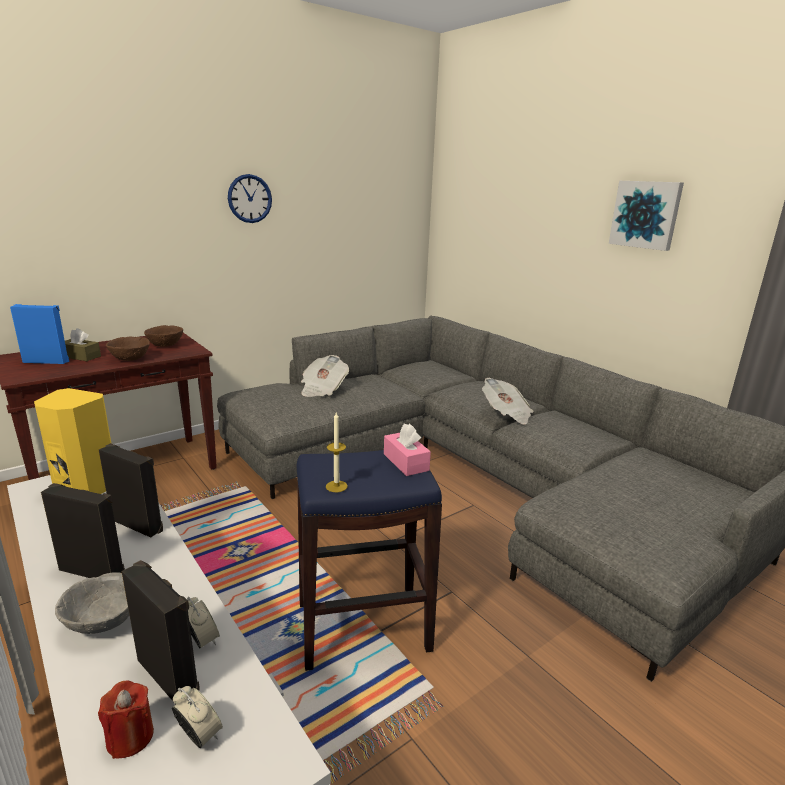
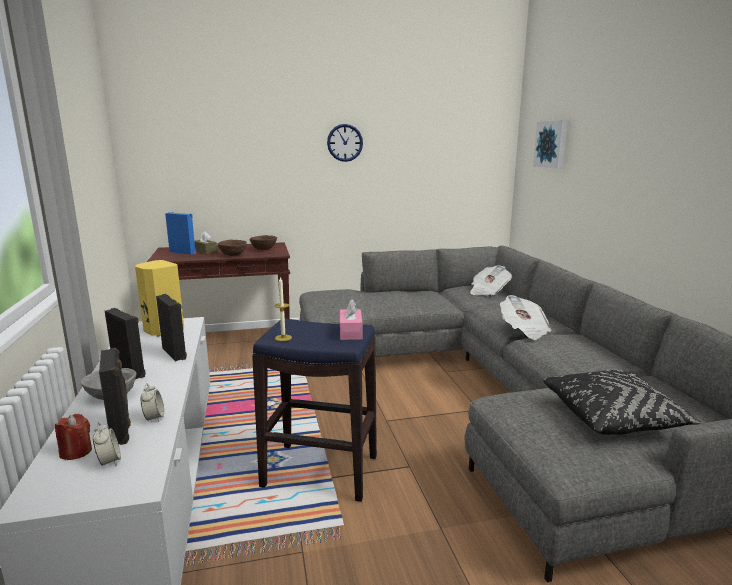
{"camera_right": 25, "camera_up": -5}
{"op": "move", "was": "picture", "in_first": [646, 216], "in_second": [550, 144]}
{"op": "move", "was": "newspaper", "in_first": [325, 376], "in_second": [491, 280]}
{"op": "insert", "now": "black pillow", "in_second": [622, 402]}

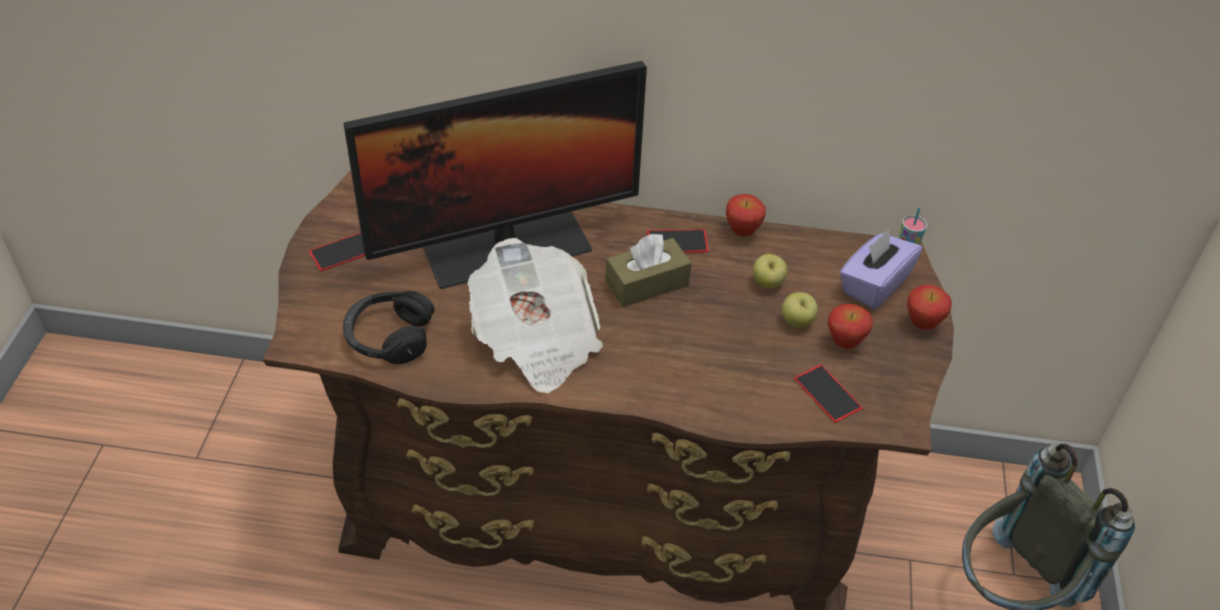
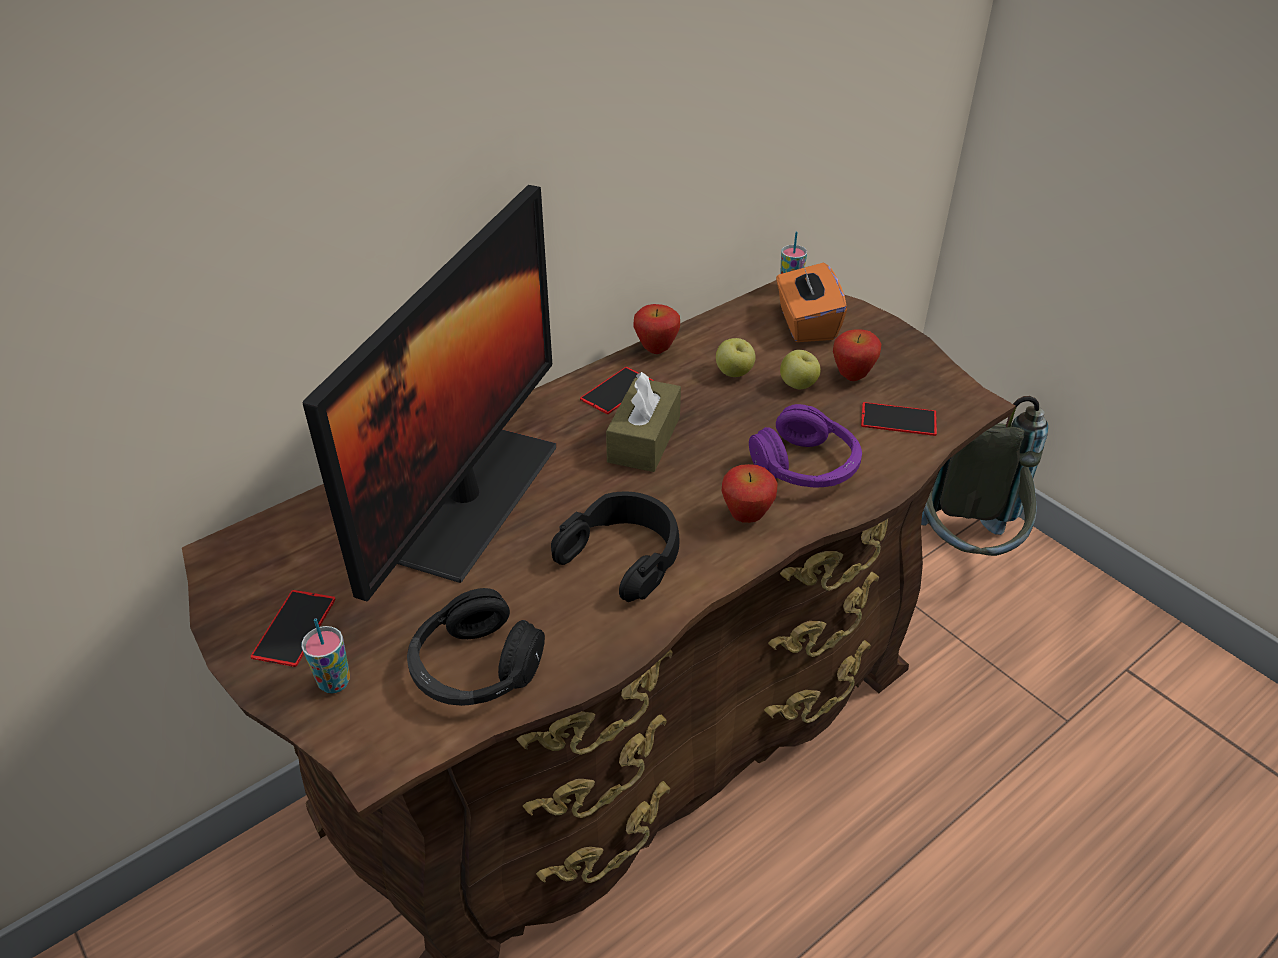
{"camera_right": -45, "camera_up": -5}
{"op": "recolor", "was": "purple tissue box", "now": "orange tissue box", "in_first": [881, 269], "in_second": [811, 301]}
{"op": "replace", "was": "newspaper", "now": "black headphones", "in_first": [535, 315], "in_second": [615, 546]}
{"op": "move", "was": "apple", "in_first": [929, 307], "in_second": [750, 493]}
{"op": "insert", "now": "purple headphones", "in_second": [805, 445]}
{"op": "insert", "now": "cup", "in_second": [325, 655]}

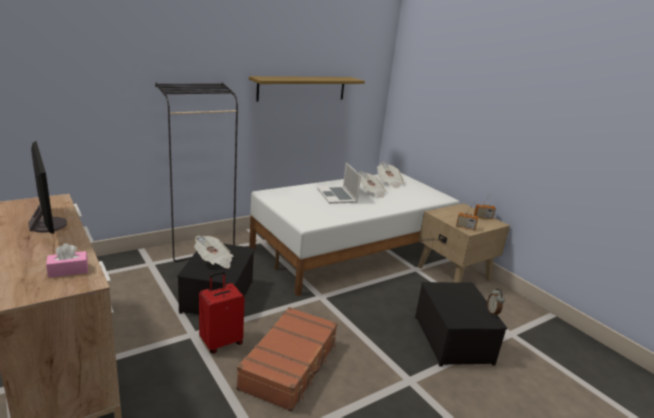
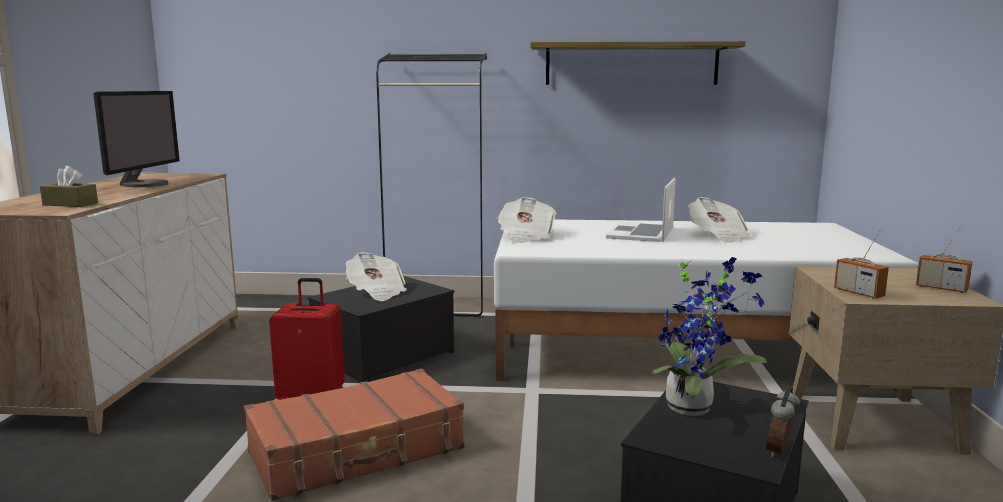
{"camera_right": 40, "camera_up": -10}
{"op": "move", "was": "newspaper", "in_first": [390, 175], "in_second": [527, 220]}
{"op": "recolor", "was": "pink tissue box", "now": "brown tissue box", "in_first": [67, 260], "in_second": [69, 186]}
{"op": "insert", "now": "potted plant", "in_second": [709, 336]}

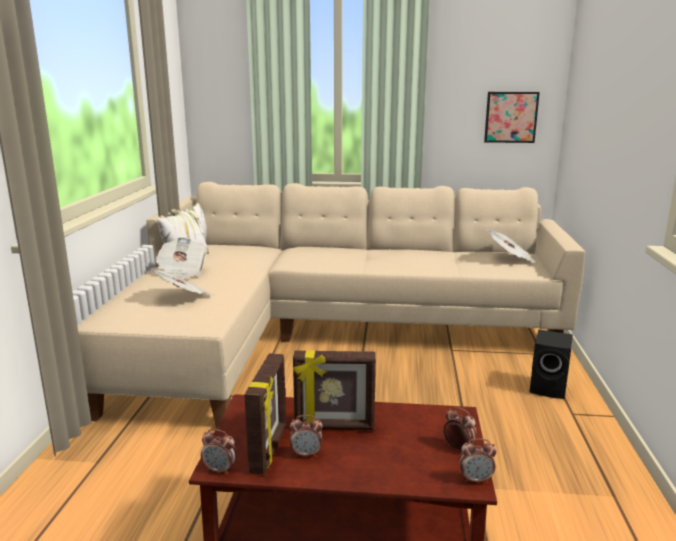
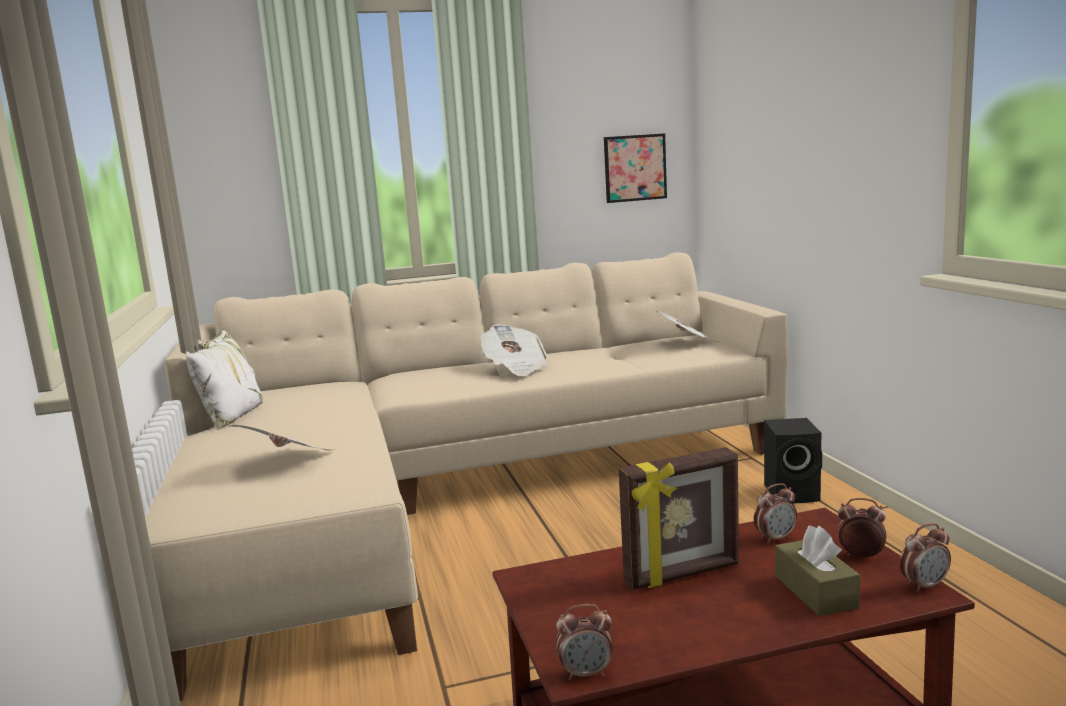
{"camera_right": -20, "camera_up": -5}
{"op": "move", "was": "newspaper", "in_first": [181, 258], "in_second": [514, 350]}
{"op": "delete", "was": "picture frame", "in_first": [265, 414]}
{"op": "move", "was": "alarm clock", "in_first": [306, 436], "in_second": [775, 513]}
{"op": "insert", "now": "brown tissue box", "in_second": [817, 571]}

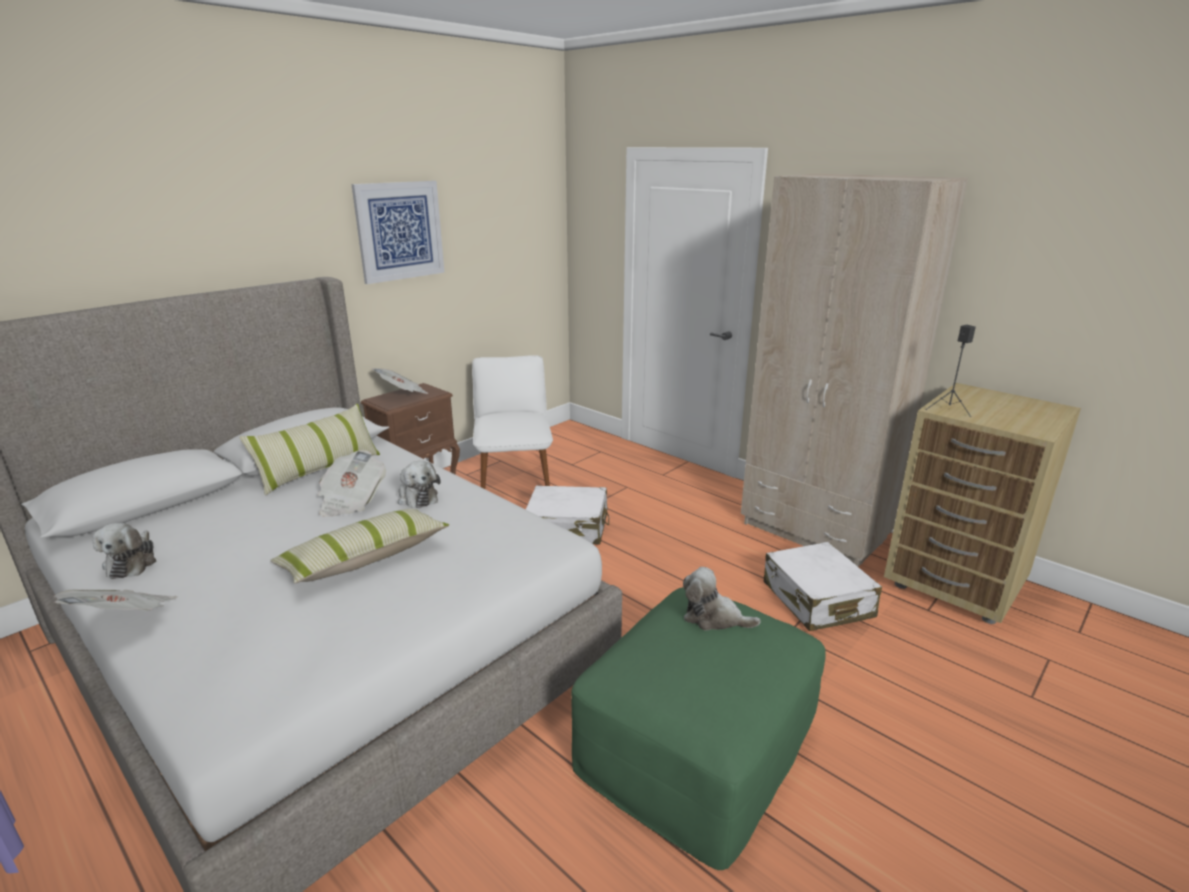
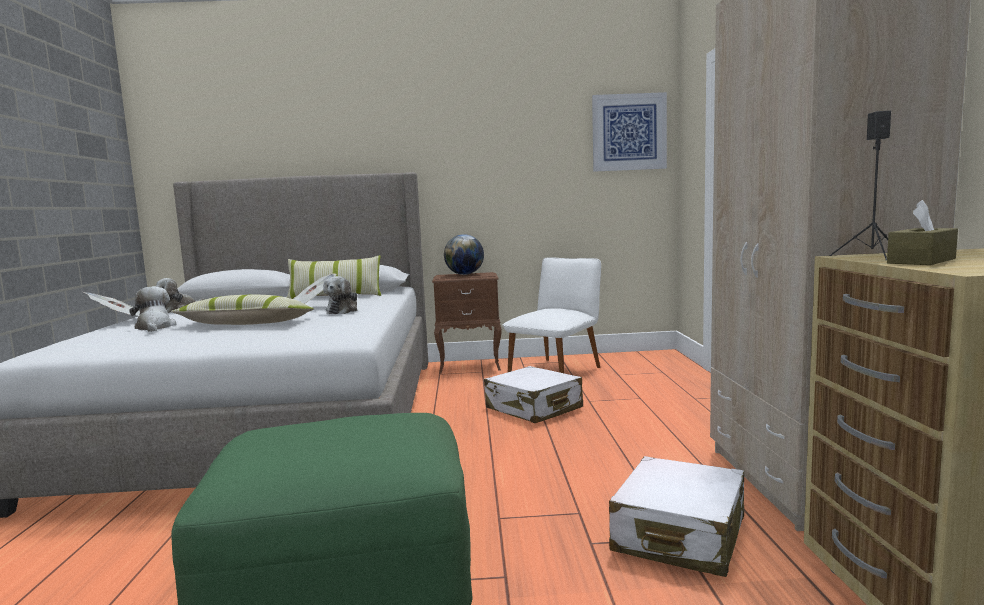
{"camera_right": 45, "camera_up": -15}
{"op": "move", "was": "picture", "in_first": [398, 232], "in_second": [629, 132]}
{"op": "replace", "was": "newspaper", "now": "globe", "in_first": [400, 381], "in_second": [464, 254]}
{"op": "move", "was": "plush toy", "in_first": [722, 599], "in_second": [153, 309]}
{"op": "insert", "now": "brown tissue box", "in_second": [922, 232]}

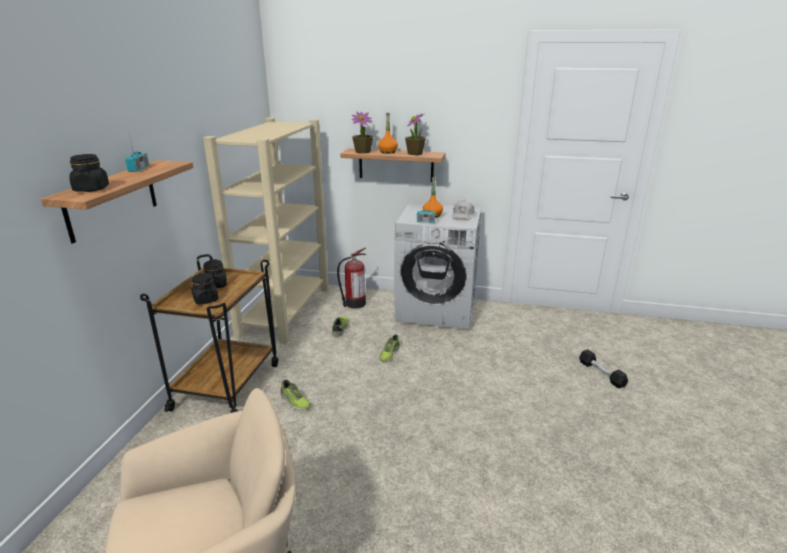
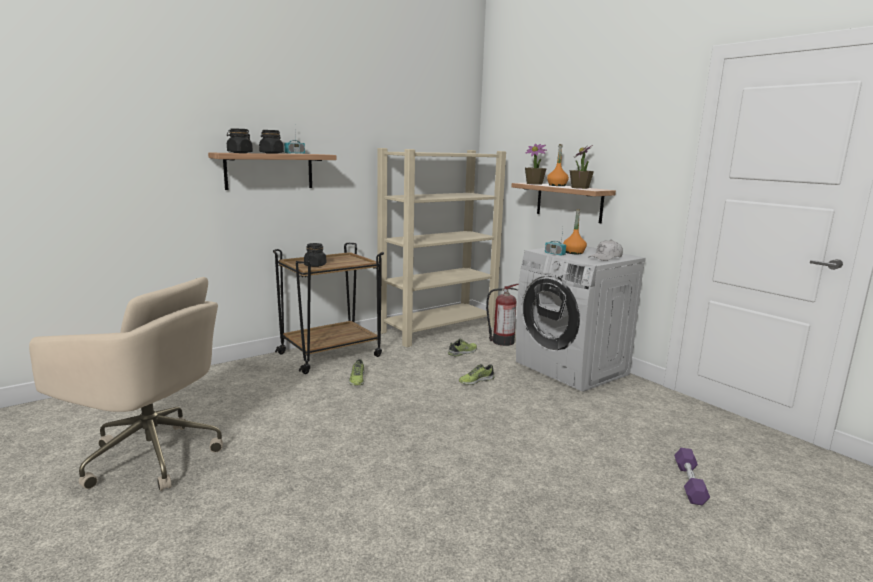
{"camera_right": 40, "camera_up": -10}
{"op": "move", "was": "black jar", "in_first": [215, 273], "in_second": [271, 142]}
{"op": "recolor", "was": "black dumbbell", "now": "purple dumbbell", "in_first": [603, 368], "in_second": [692, 477]}

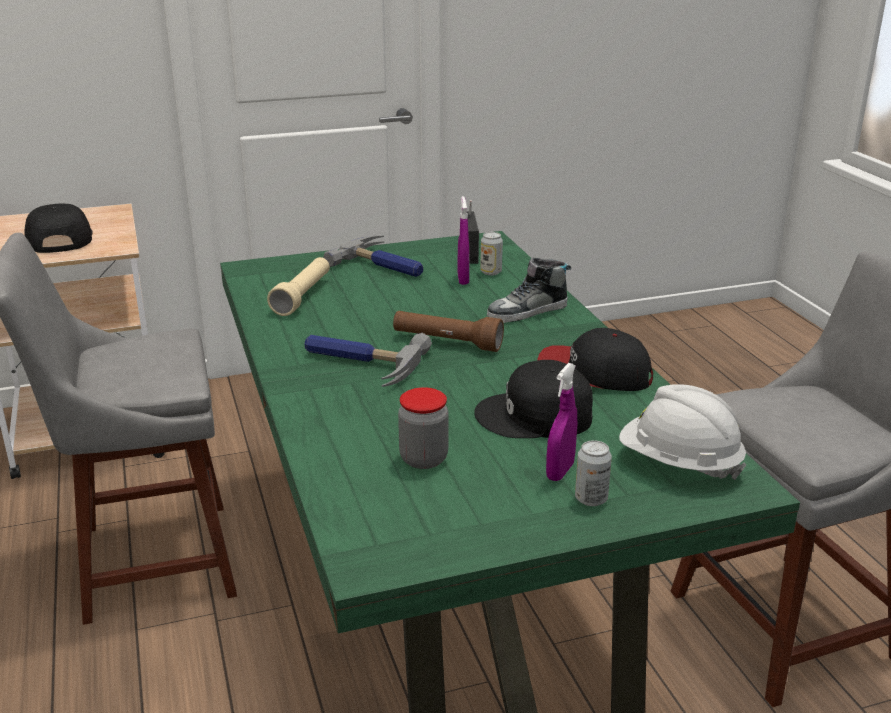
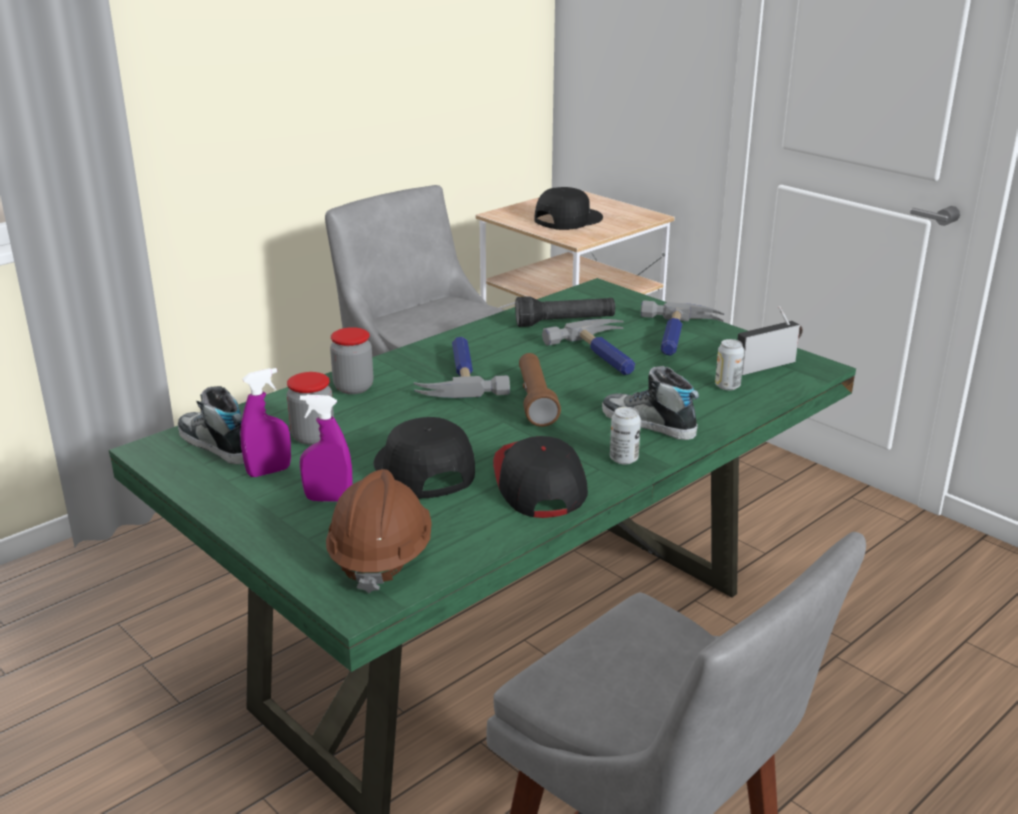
{"camera_right": 65, "camera_up": 0}
{"op": "move", "was": "purple spray bottle", "in_first": [463, 240], "in_second": [265, 422]}
{"op": "recolor", "was": "beige flashlight", "now": "black flashlight", "in_first": [298, 286], "in_second": [565, 311]}
{"op": "recolor", "was": "white hard hat", "now": "brown hard hat", "in_first": [683, 432], "in_second": [379, 531]}
{"op": "move", "was": "can", "in_first": [593, 473], "in_second": [625, 436]}
{"op": "insert", "now": "hammer", "in_second": [588, 347]}
{"op": "insert", "now": "jar", "in_second": [351, 360]}
{"op": "insert", "now": "shoe", "in_second": [211, 425]}

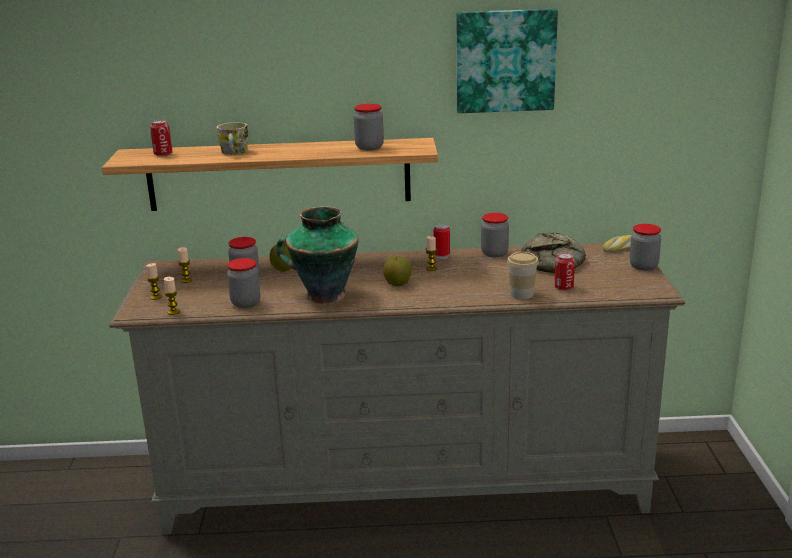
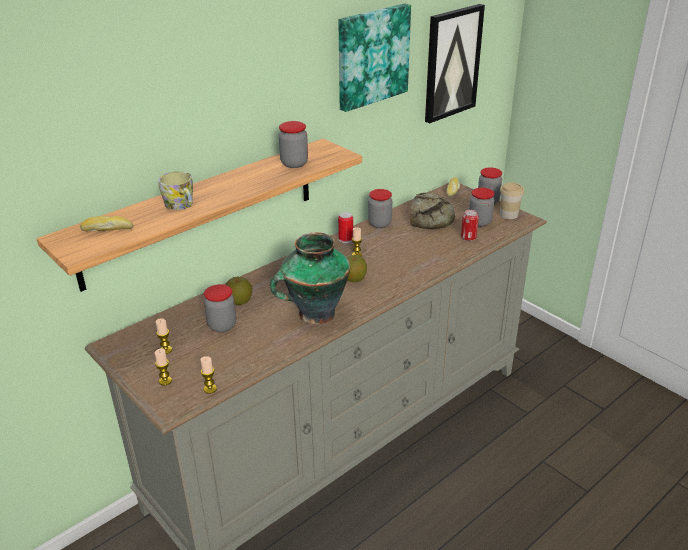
{"camera_right": -40, "camera_up": 10}
{"op": "replace", "was": "can", "now": "bread", "in_first": [161, 138], "in_second": [106, 223]}
{"op": "move", "was": "cup", "in_first": [523, 275], "in_second": [512, 200]}
{"op": "move", "was": "jar", "in_first": [243, 283], "in_second": [482, 207]}
{"op": "insert", "now": "picture", "in_second": [455, 63]}

